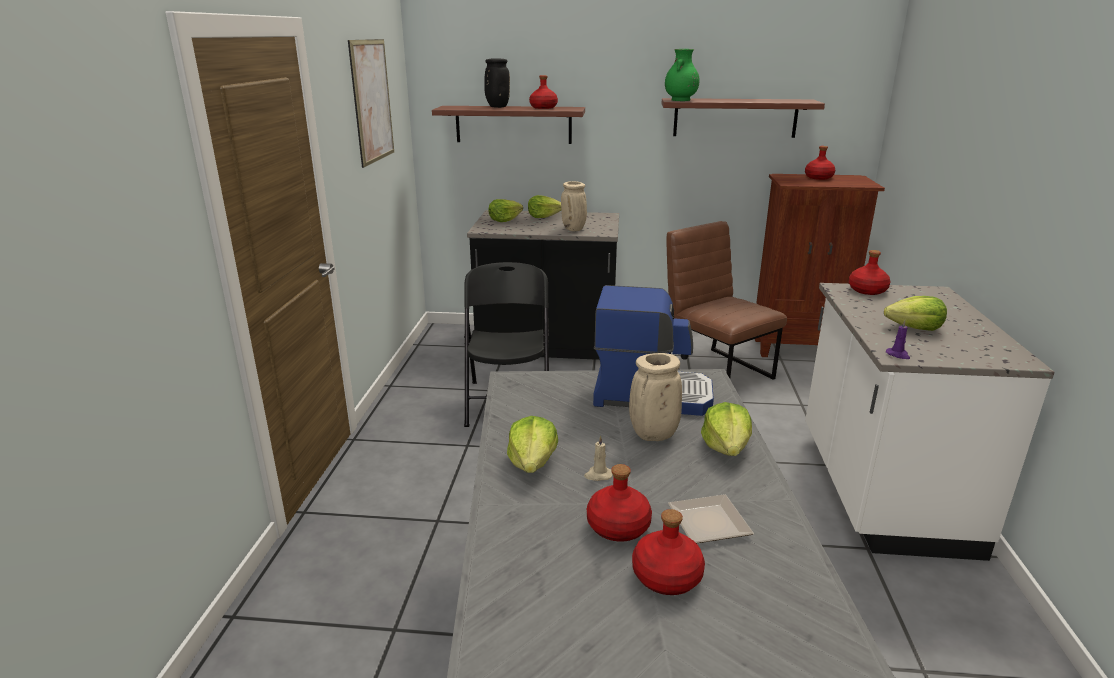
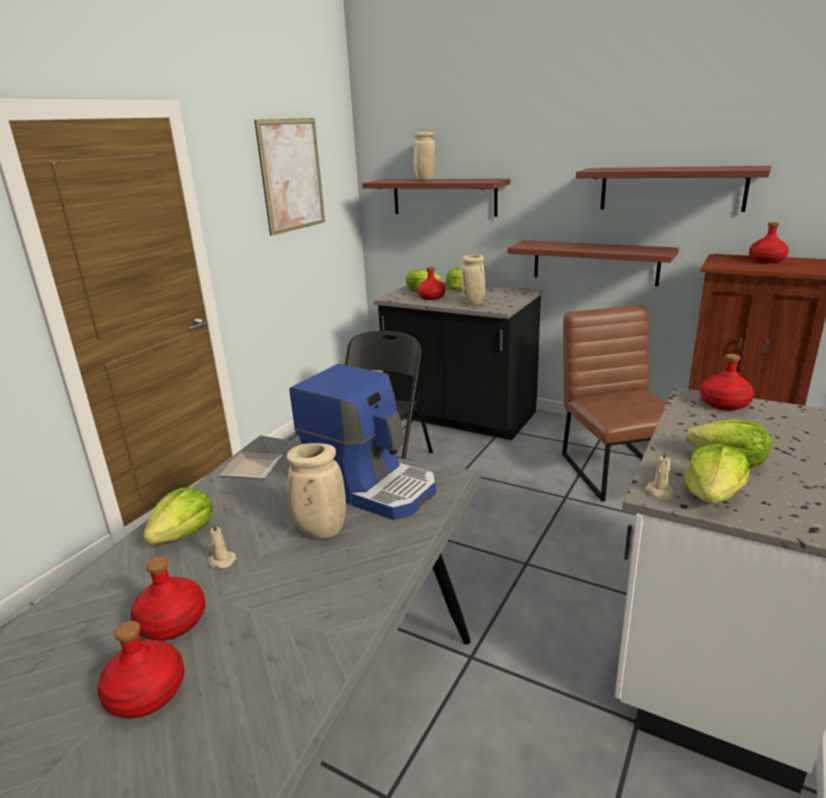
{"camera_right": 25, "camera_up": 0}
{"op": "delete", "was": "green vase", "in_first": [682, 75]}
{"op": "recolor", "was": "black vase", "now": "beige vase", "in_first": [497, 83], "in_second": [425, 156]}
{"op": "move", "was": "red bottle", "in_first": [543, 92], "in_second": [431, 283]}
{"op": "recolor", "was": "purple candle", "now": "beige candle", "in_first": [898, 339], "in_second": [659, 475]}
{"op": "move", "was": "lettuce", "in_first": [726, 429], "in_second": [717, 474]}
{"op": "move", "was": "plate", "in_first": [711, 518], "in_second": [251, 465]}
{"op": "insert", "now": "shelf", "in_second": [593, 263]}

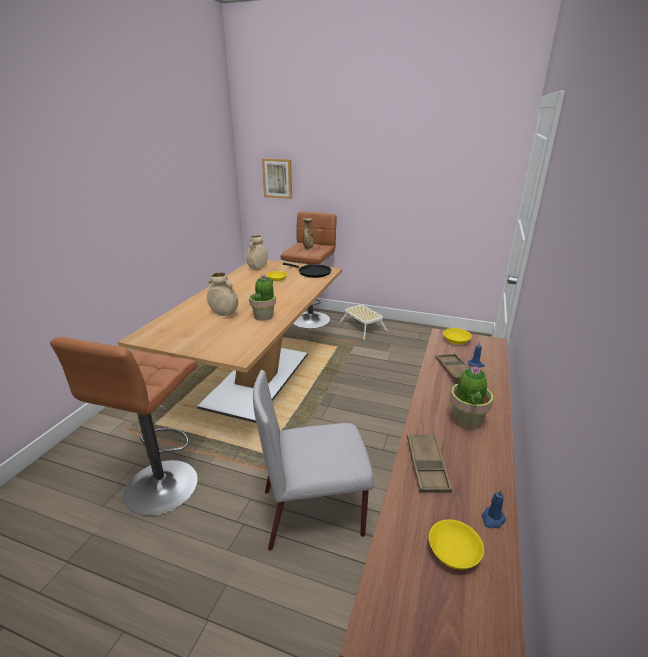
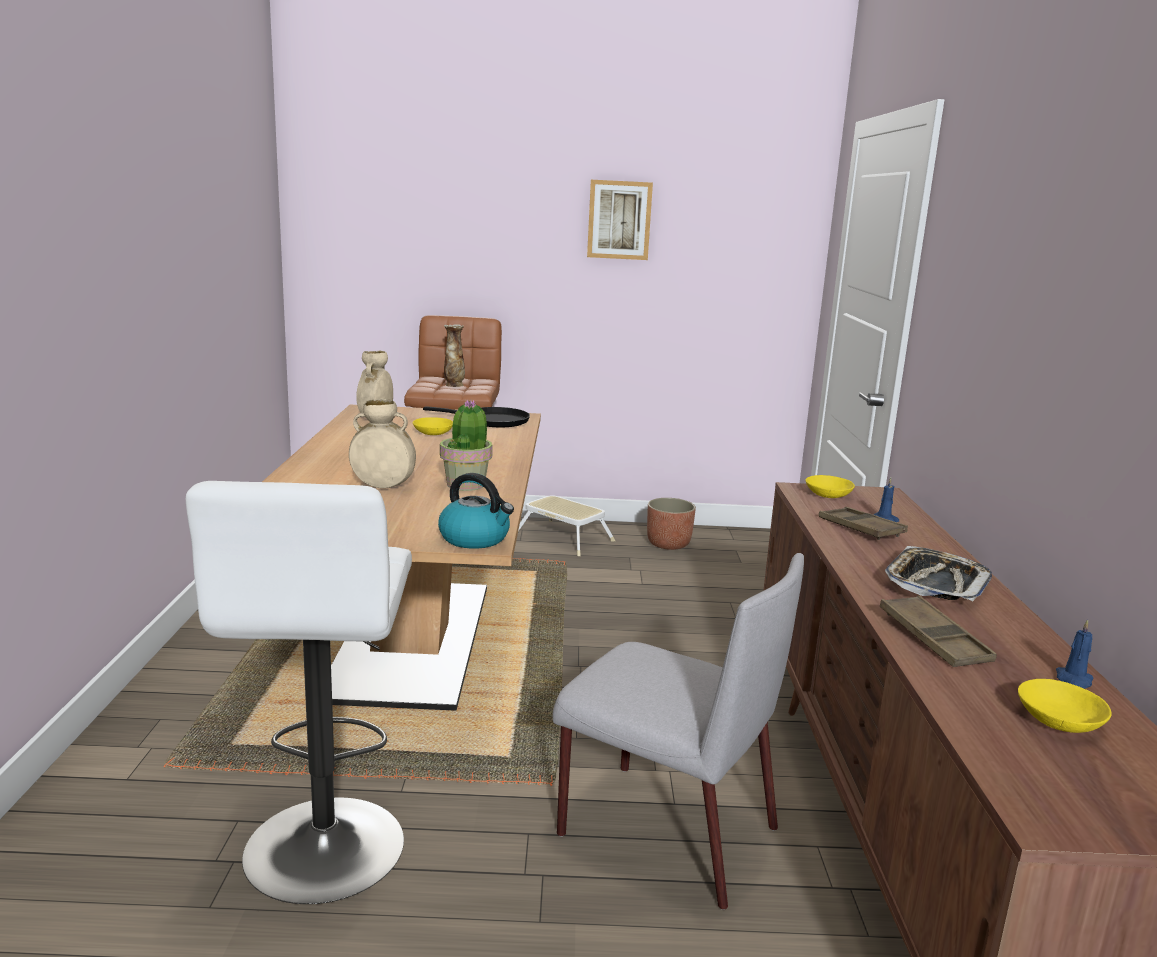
{"camera_right": -20, "camera_up": -10}
{"op": "move", "was": "picture", "in_first": [277, 178], "in_second": [620, 220]}
{"op": "recolor", "was": "brown stool", "now": "white stool", "in_first": [124, 426], "in_second": [299, 692]}
{"op": "replace", "was": "potted plant", "now": "tray", "in_first": [471, 397], "in_second": [938, 574]}
{"op": "rotate", "was": "grey chair", "in_first": [313, 460], "in_second": [678, 731], "clockwise": -120}
{"op": "insert", "now": "kettle", "in_second": [476, 511]}
{"op": "insert", "now": "planter", "in_second": [671, 524]}

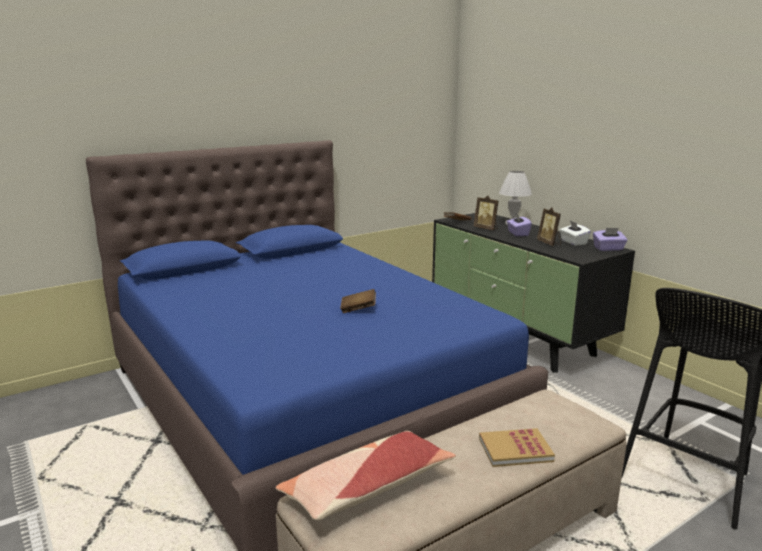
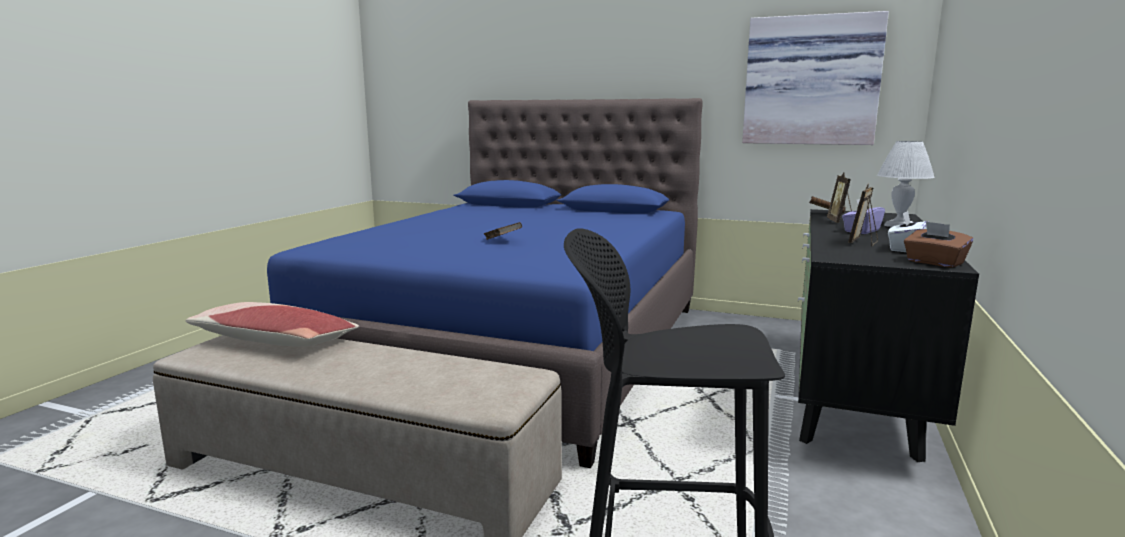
{"camera_right": 55, "camera_up": -5}
{"op": "recolor", "was": "purple tissue box", "now": "brown tissue box", "in_first": [610, 239], "in_second": [938, 244]}
{"op": "delete", "was": "book", "in_first": [517, 447]}
{"op": "insert", "now": "picture", "in_second": [815, 78]}

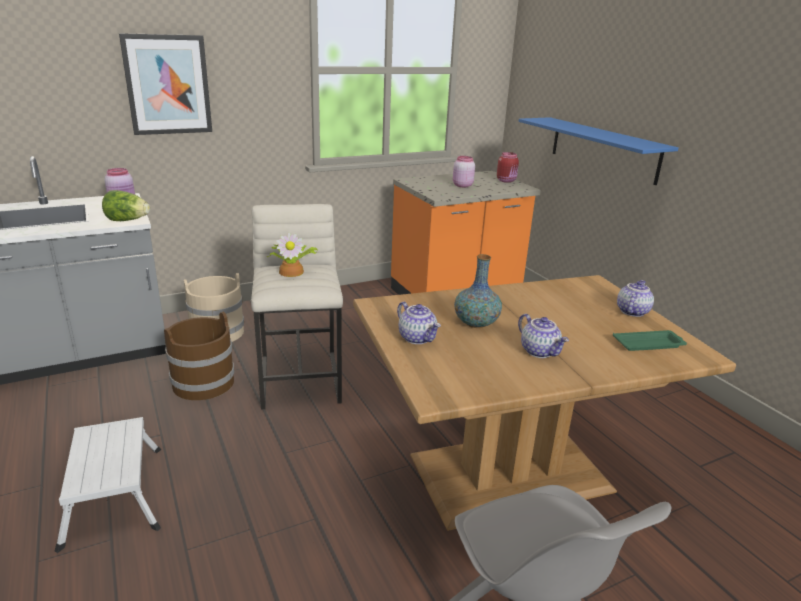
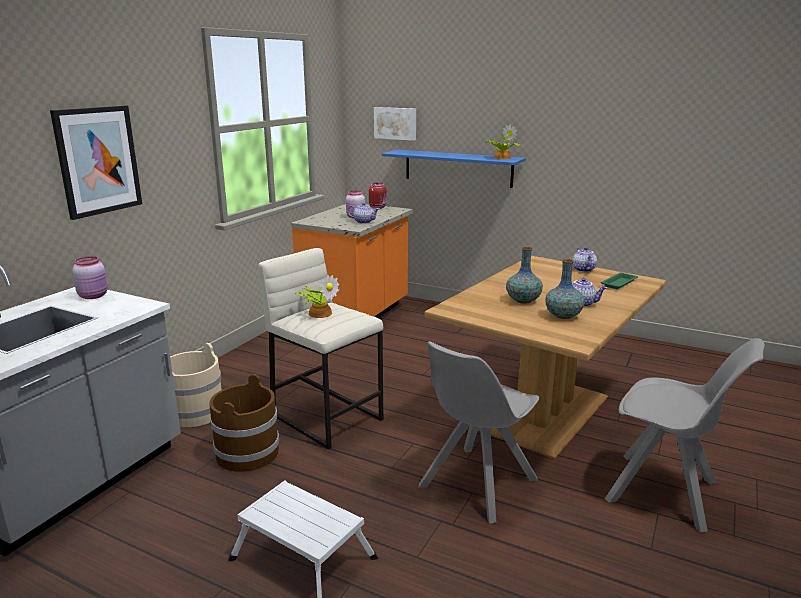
{"camera_right": -35, "camera_up": -5}
{"op": "delete", "was": "lettuce", "in_first": [126, 205]}
{"op": "move", "was": "teapot", "in_first": [419, 323], "in_second": [363, 213]}
{"op": "insert", "now": "picture", "in_second": [395, 124]}
{"op": "insert", "now": "potted plant", "in_second": [502, 141]}
{"op": "insert", "now": "vase", "in_second": [565, 289]}
{"op": "insert", "now": "grey chair", "in_second": [479, 432]}

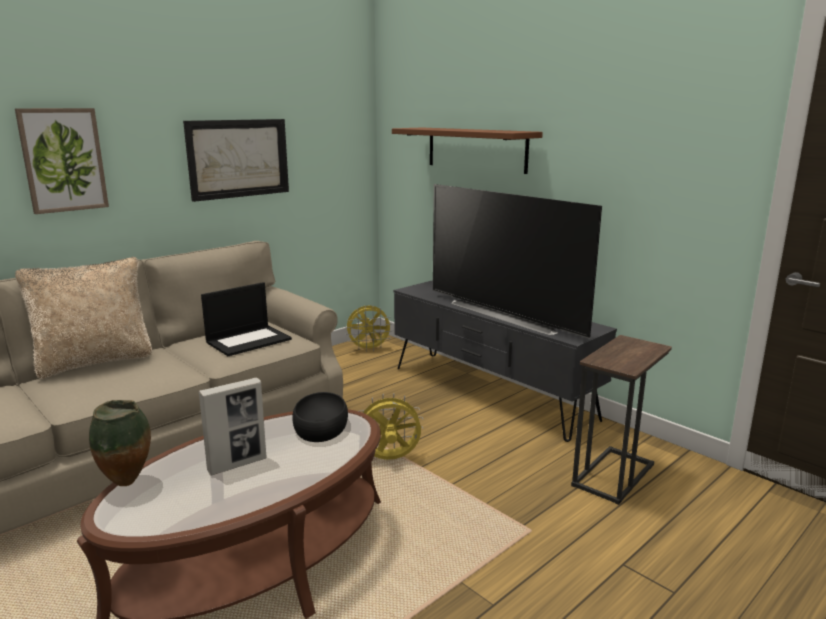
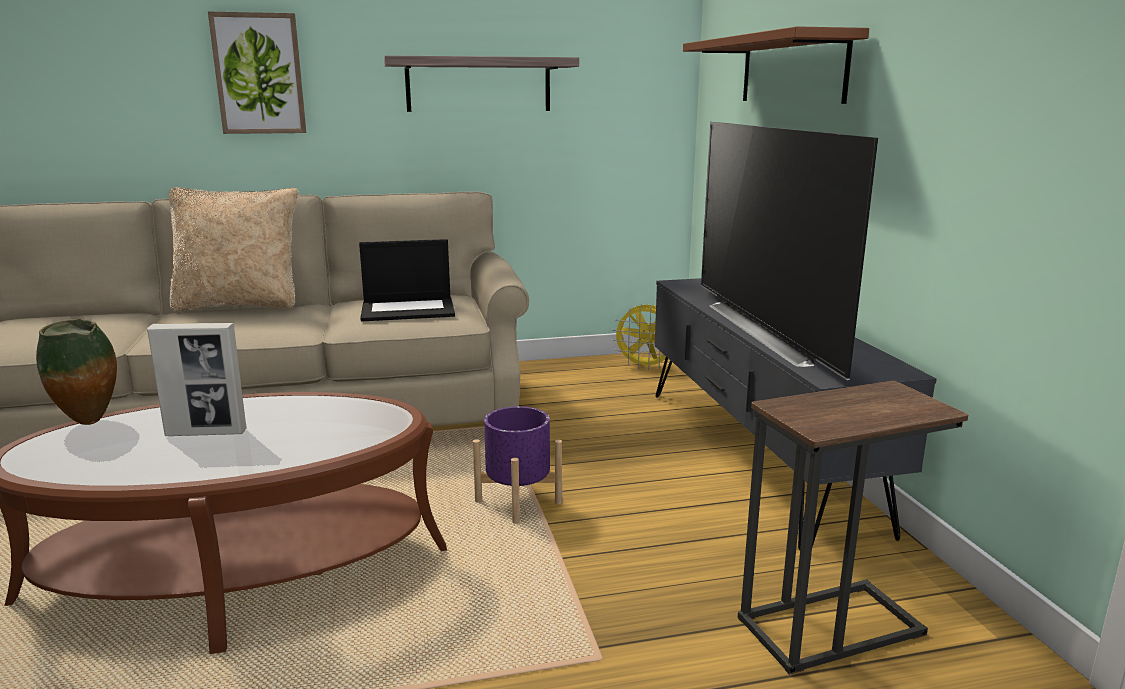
{"camera_right": 30, "camera_up": 0}
{"op": "replace", "was": "picture", "now": "shelf", "in_first": [236, 160], "in_second": [481, 83]}
{"op": "delete", "was": "black bowl", "in_first": [320, 417]}
{"op": "replace", "was": "yellow fan", "now": "purple planter", "in_first": [391, 426], "in_second": [517, 465]}

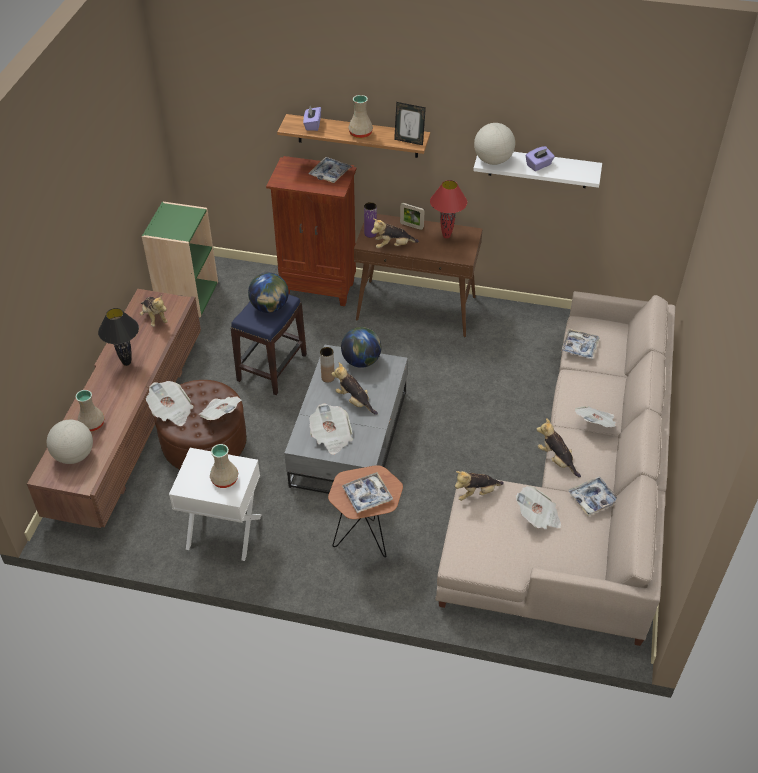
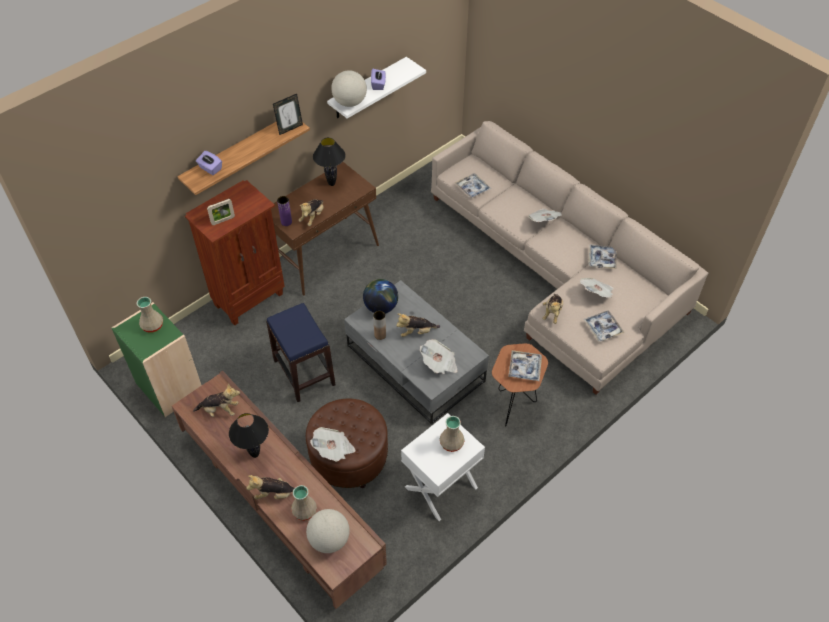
{"camera_right": -55, "camera_up": 5}
{"op": "move", "was": "beige vase", "in_first": [360, 117], "in_second": [149, 315]}
{"op": "move", "was": "tray", "in_first": [330, 170], "in_second": [604, 326]}
{"op": "recolor", "was": "red table lamp", "now": "black table lamp", "in_first": [448, 209], "in_second": [329, 162]}
{"op": "move", "was": "picture frame", "in_first": [412, 216], "in_second": [221, 212]}
{"op": "delete", "was": "globe", "in_first": [268, 293]}
{"op": "delete", "was": "newspaper", "in_first": [219, 408]}
{"op": "move", "was": "plush toy", "in_first": [559, 448], "in_second": [270, 487]}

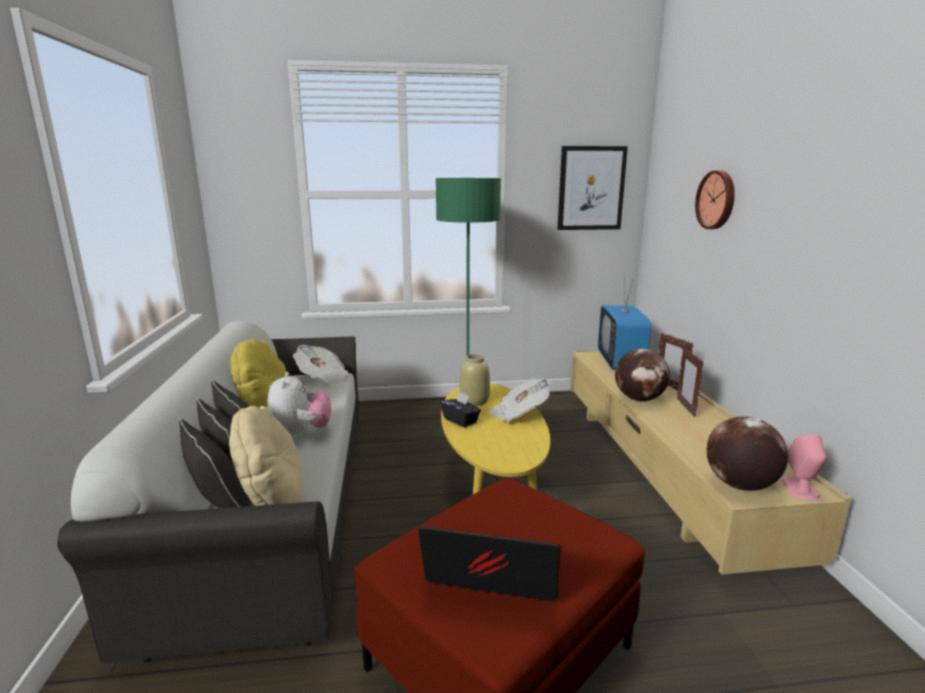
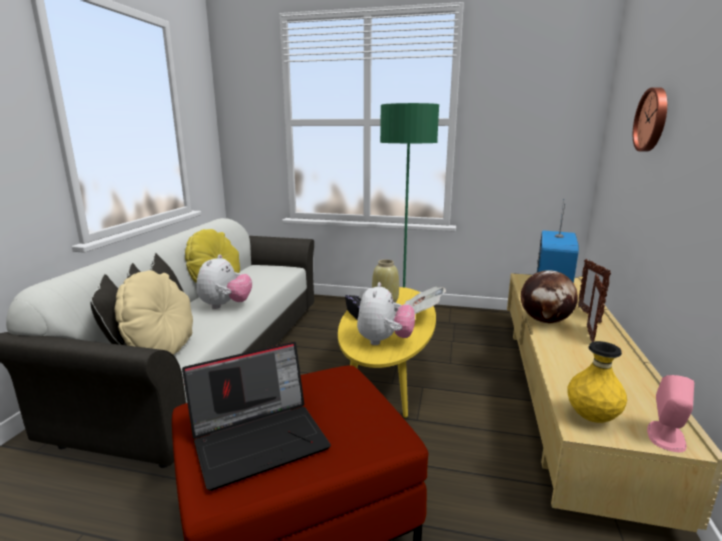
{"camera_right": 20, "camera_up": 0}
{"op": "delete", "was": "picture", "in_first": [592, 188]}
{"op": "delete", "was": "newspaper", "in_first": [320, 365]}
{"op": "replace", "was": "globe", "now": "yellow vase", "in_first": [747, 453], "in_second": [597, 382]}
{"op": "rotate", "was": "laptop", "in_first": [489, 563], "in_second": [256, 416], "clockwise": 120}
{"op": "insert", "now": "plush toy", "in_second": [386, 313]}

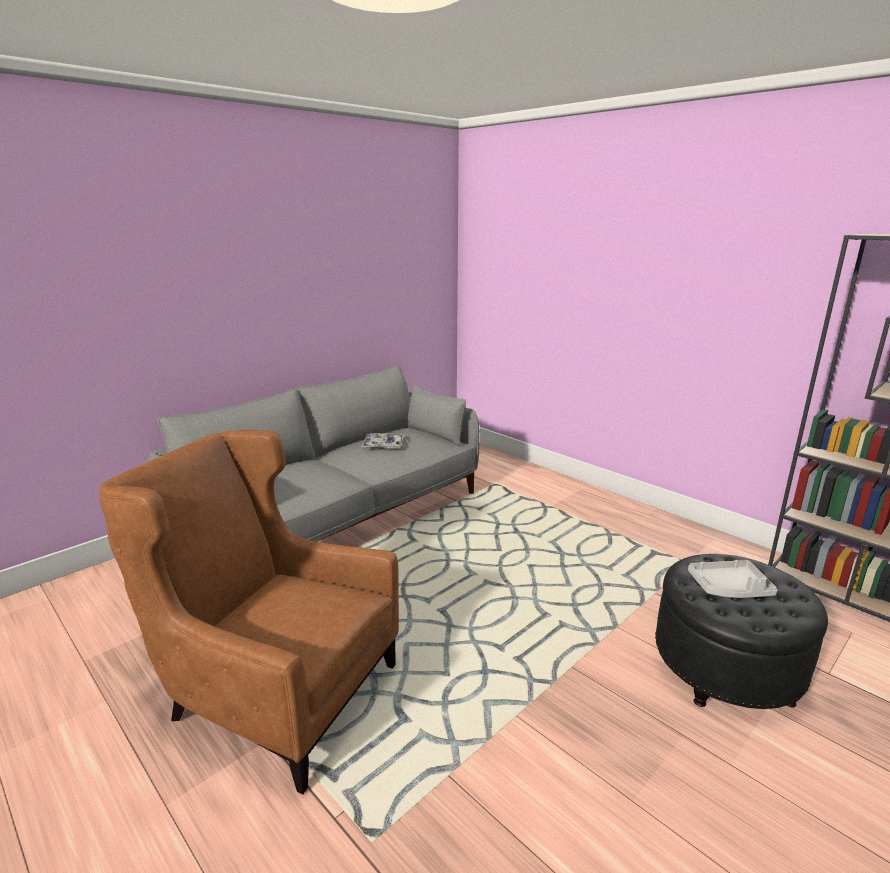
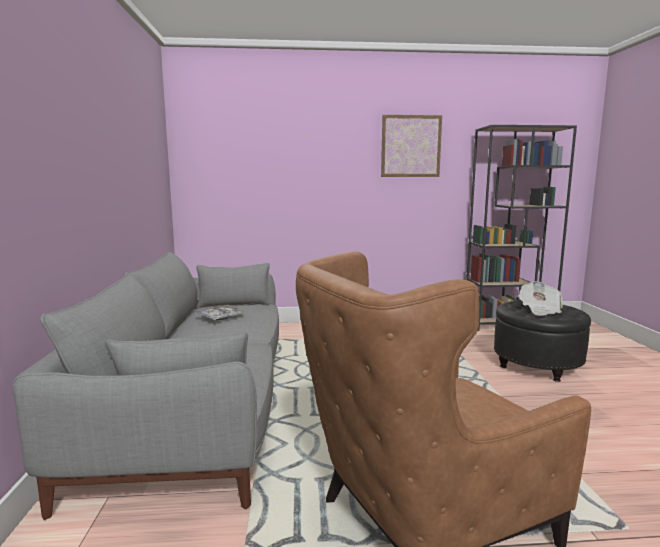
{"camera_right": -50, "camera_up": -10}
{"op": "replace", "was": "grey tray", "now": "newspaper", "in_first": [732, 579], "in_second": [540, 298]}
{"op": "insert", "now": "picture", "in_second": [411, 146]}

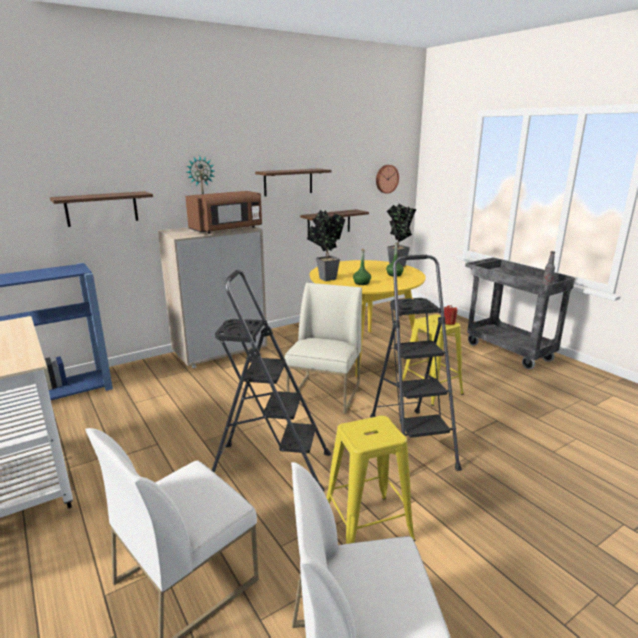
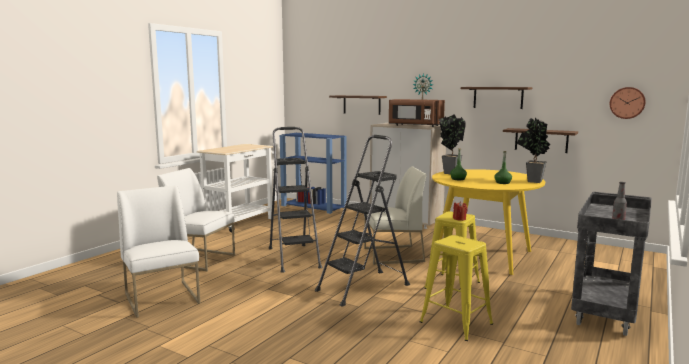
{"camera_right": 65, "camera_up": -10}
{"op": "move", "was": "yellow stool", "in_first": [371, 480], "in_second": [456, 288]}

